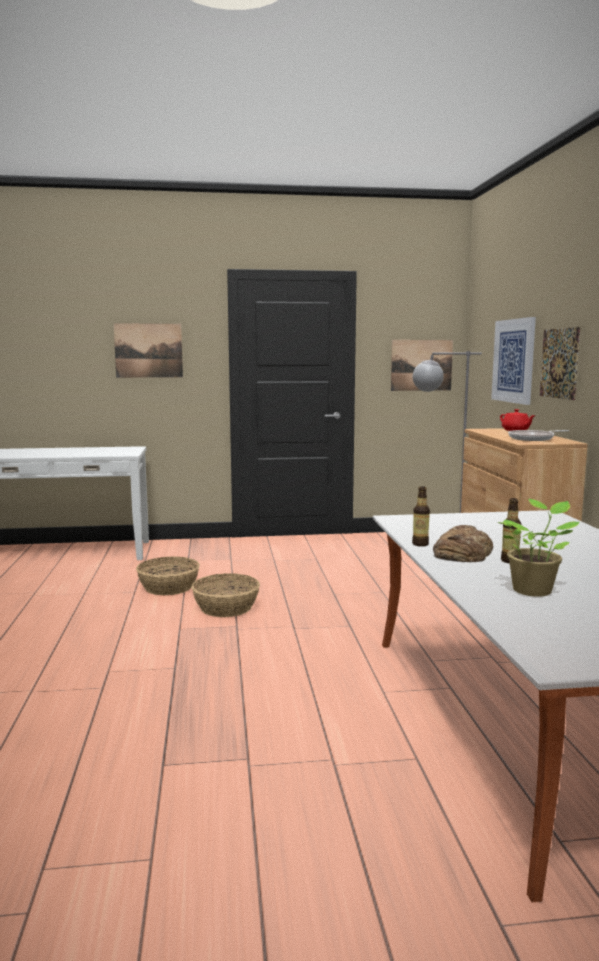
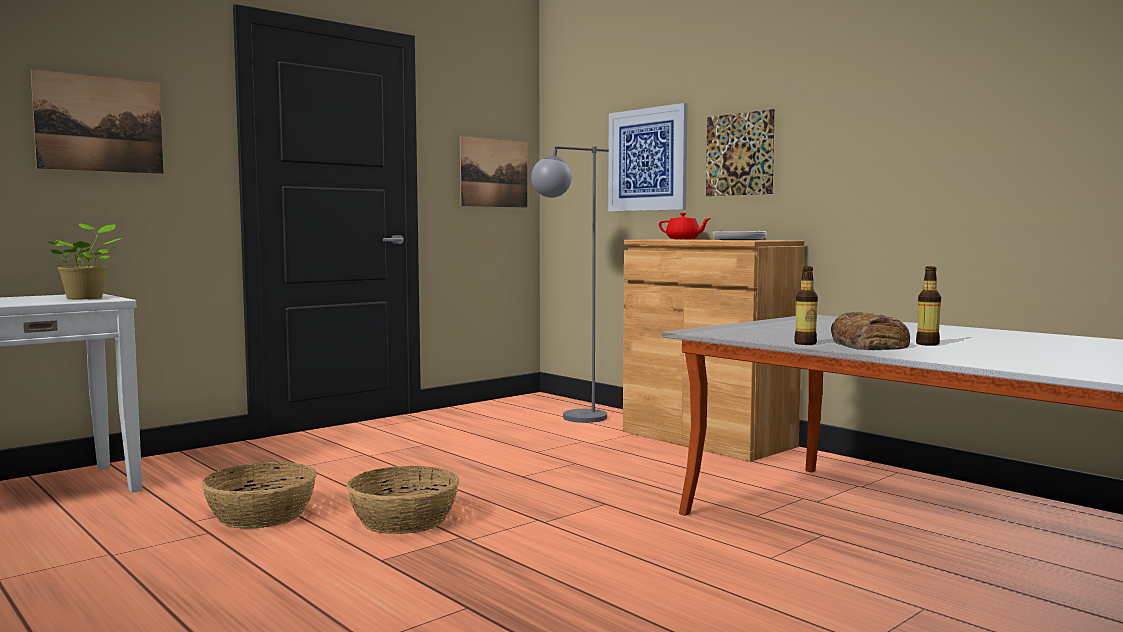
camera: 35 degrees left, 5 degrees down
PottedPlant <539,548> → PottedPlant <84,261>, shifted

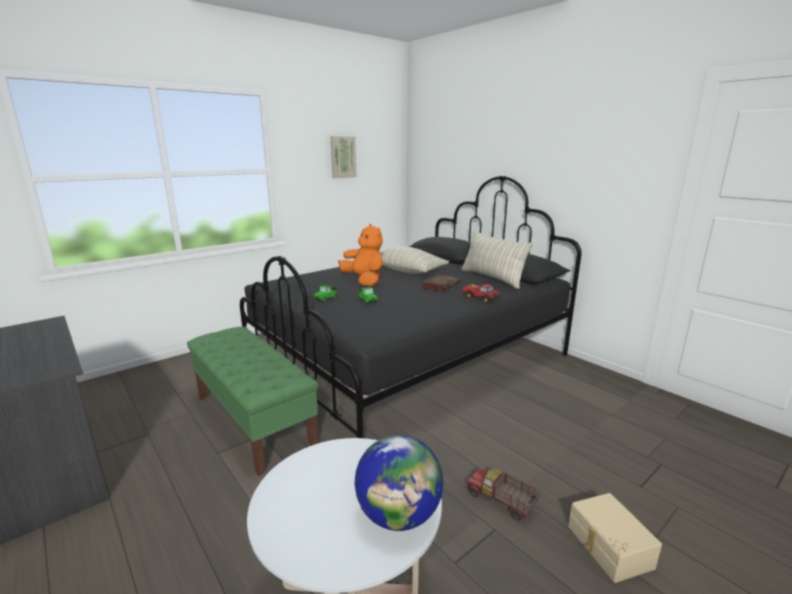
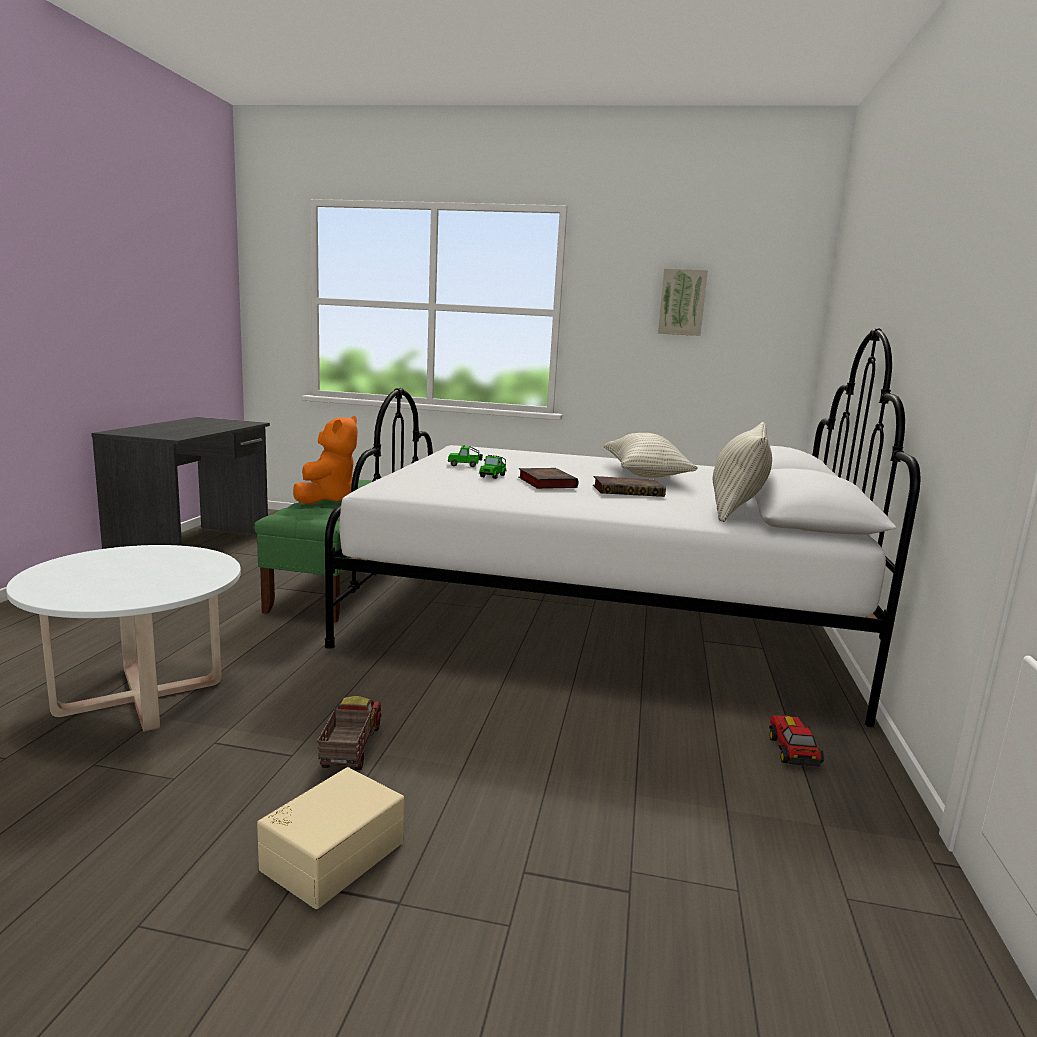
camera: 50 degrees right, 5 degrees down
BlackBed <410,307> → WhiteBed <622,527>
OrangePlushToy <360,255> → OrangePlushToy <325,460>, shifted
Globe <399,483> → -
ToyCar <481,293> → ToyCar <796,741>, shifted
- → Book <548,478>

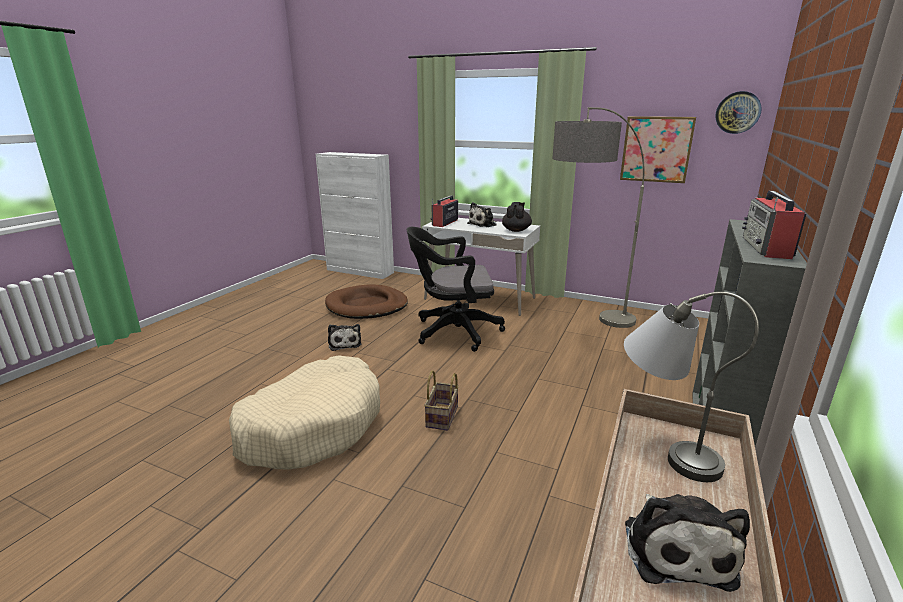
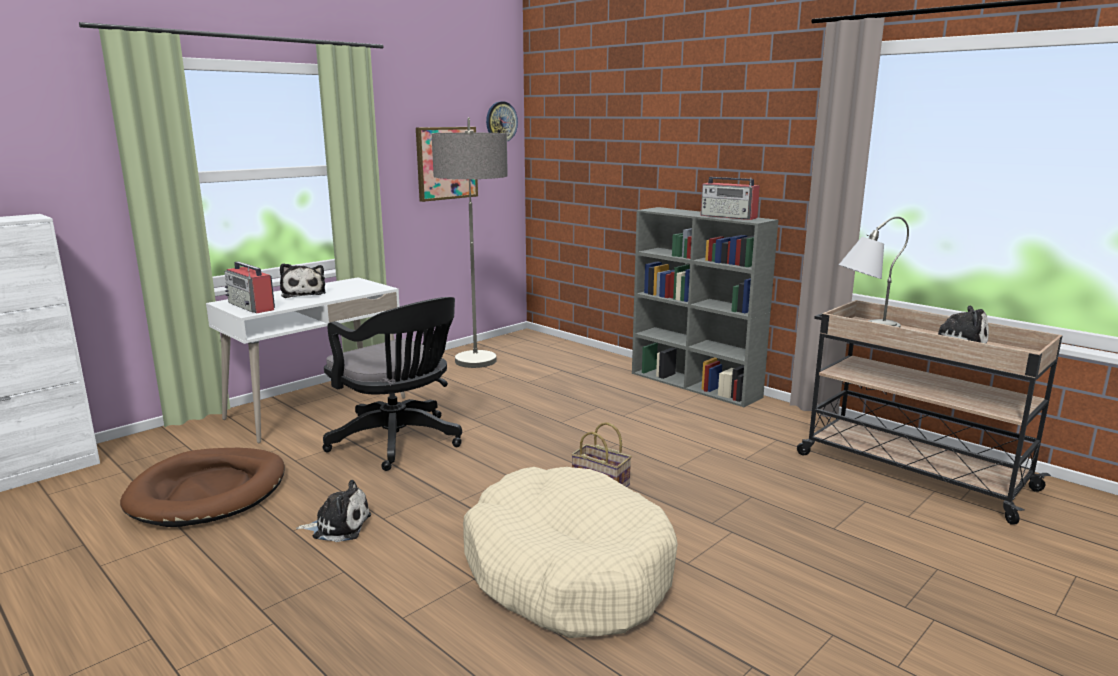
camera: 70 degrees left, 5 degrees down
BlackOfficeChair <456,289> → BlackOfficeChair <392,384>, 60 degrees counterclockwise
BlackTeapot <517,217> → -

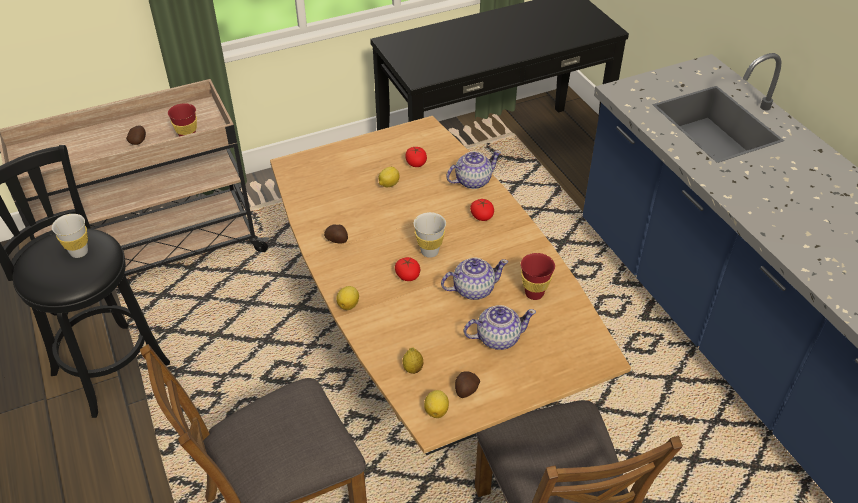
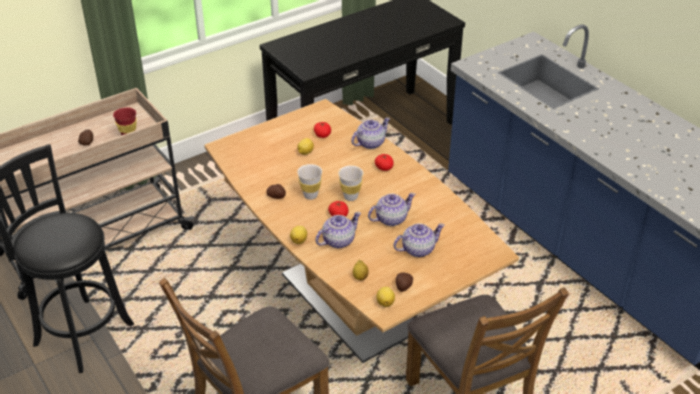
camera: 10 degrees left, 5 degrees down
WhiteCup <70,236> → WhiteCup <310,182>, shifted
RedCup <538,276> → -
- → Teapot <338,230>

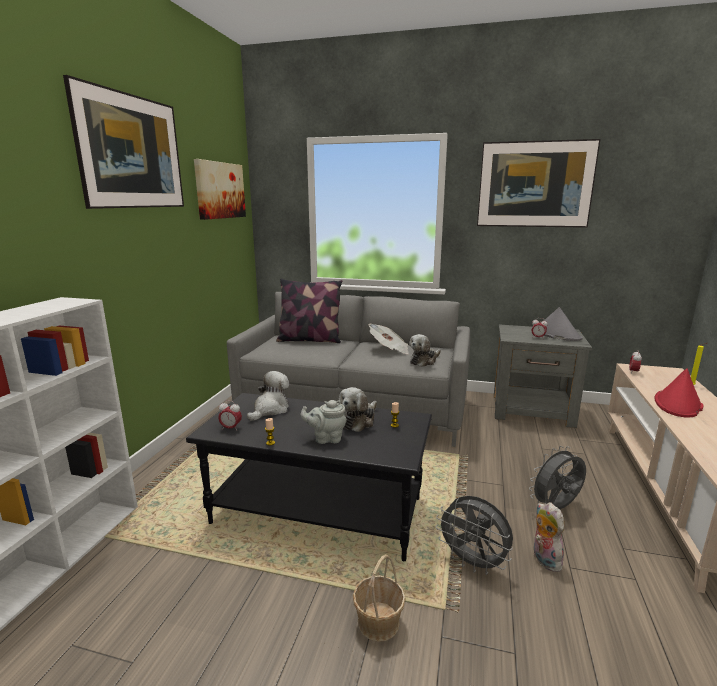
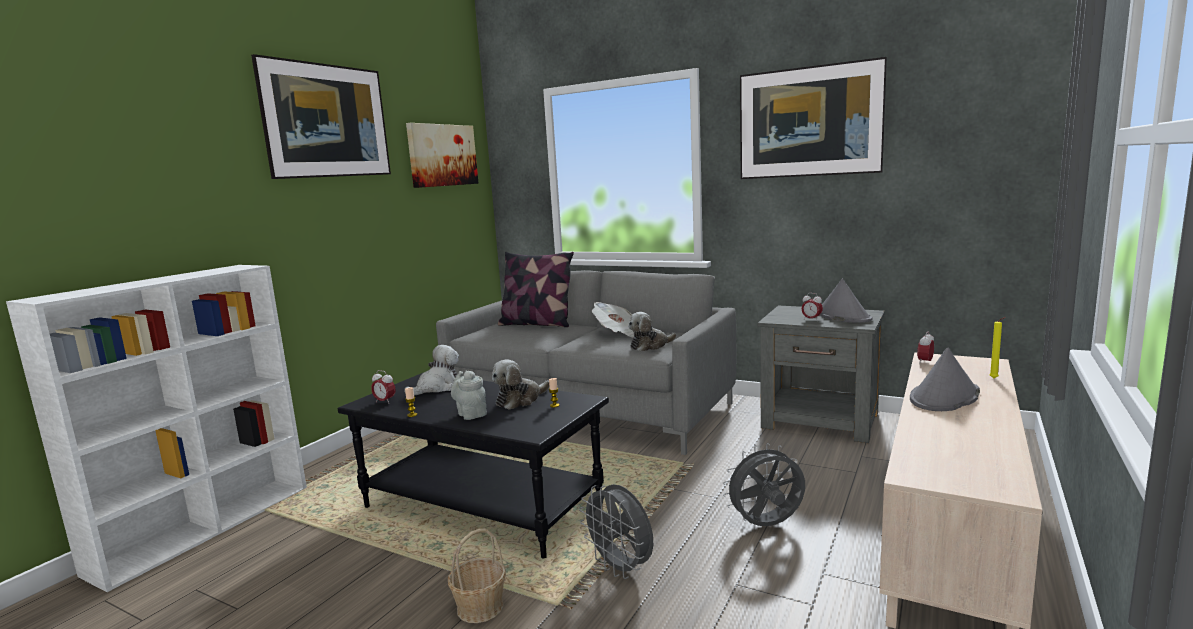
camera: 15 degrees right, 5 degrees down
GreyTeapot <323,422> → GreyTeapot <469,395>, 45 degrees clockwise
PlushToy <549,537> → -
RedHat <678,392> → GreyHat <945,379>

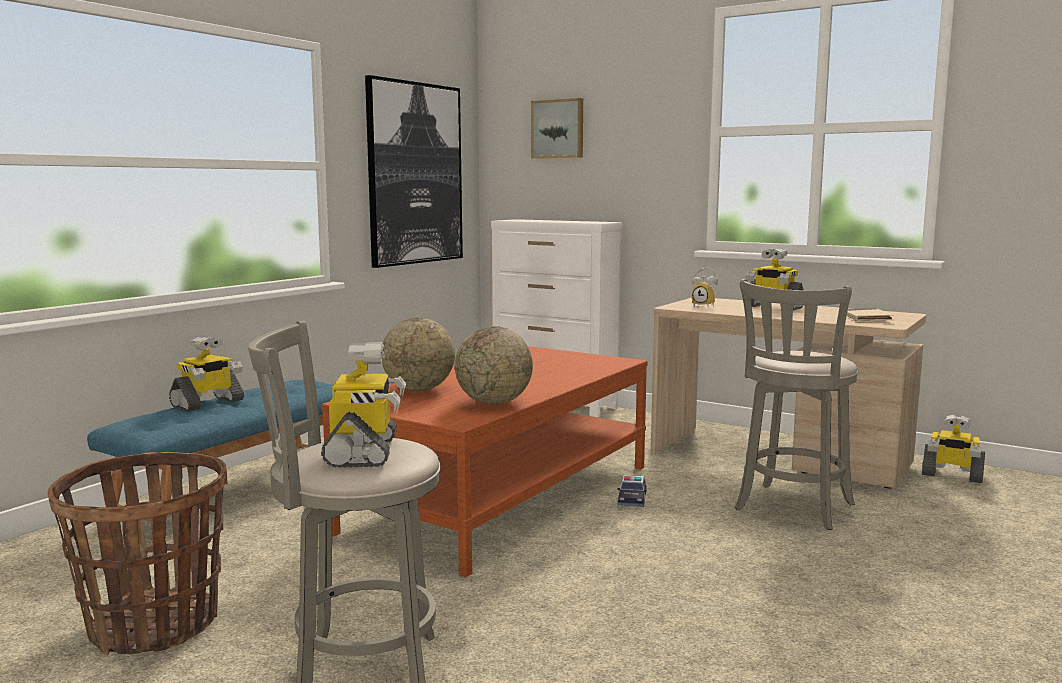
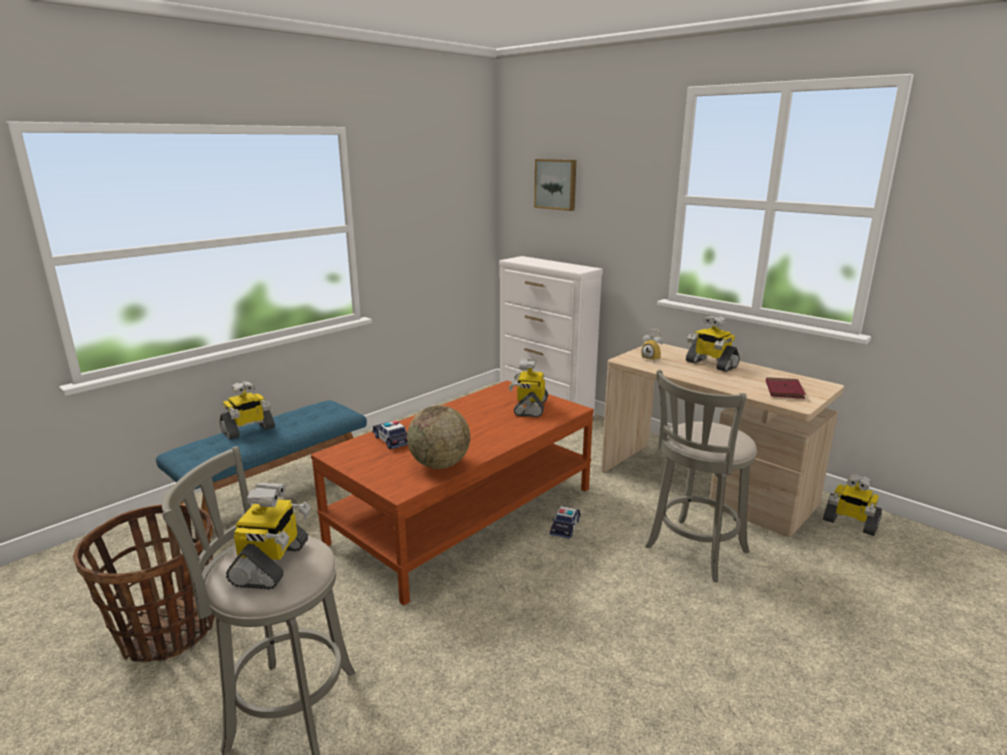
camera: 10 degrees right, 10 degrees up
Picture <414,171> → -
Globe <418,354> → ToyCar <390,434>
BeigeBook <870,314> → RedBook <785,388>
- → ToyRobot <528,388>

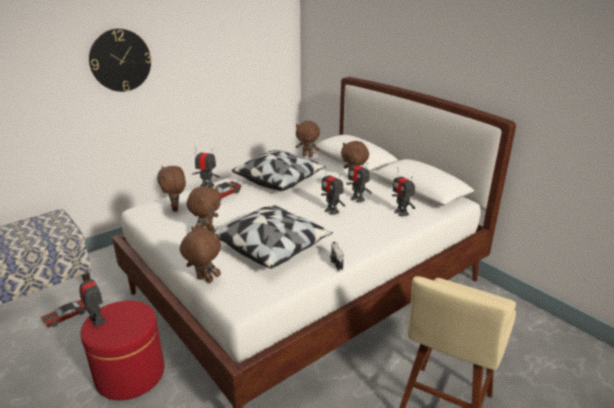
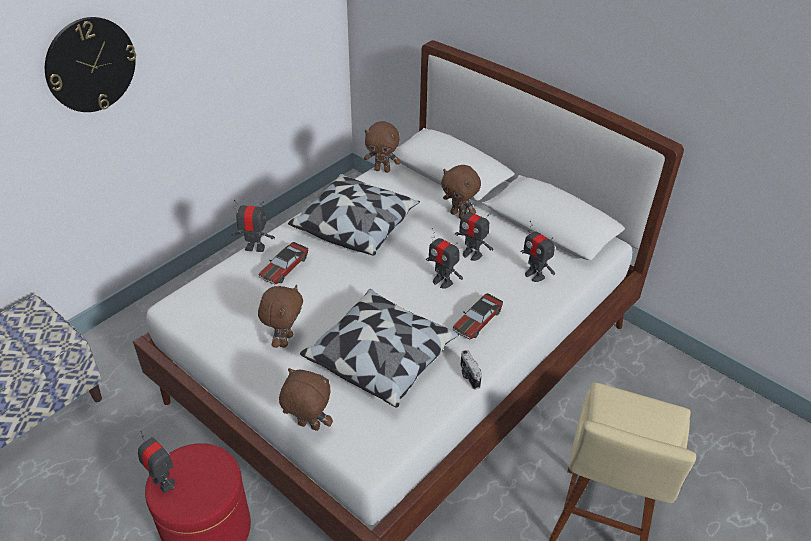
camera: 10 degrees left, 15 degrees up
ToyCar <63,313> → ToyCar <478,316>, shifted
BrownPlushToy <171,189> → -

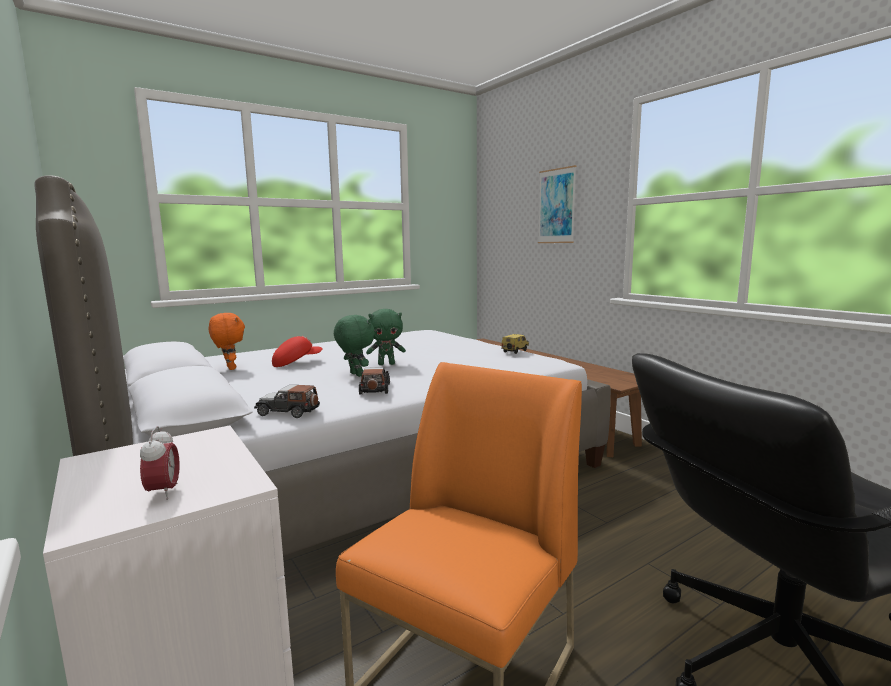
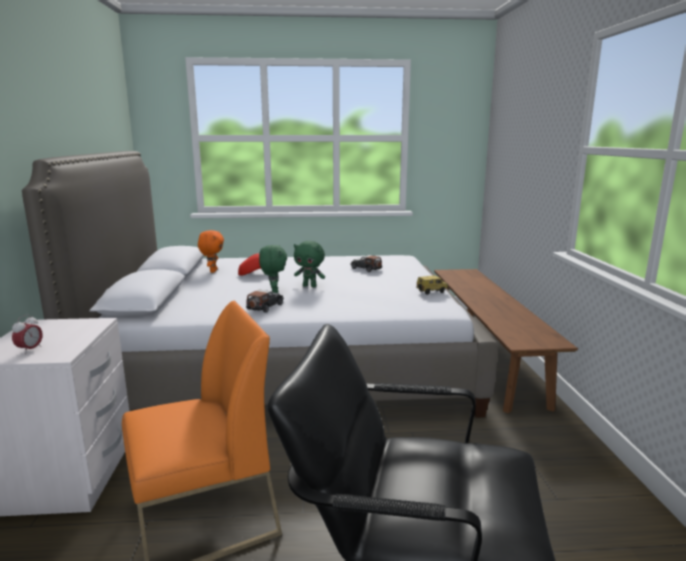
camera: 30 degrees right, 5 degrees up
ToyCar <287,401> → ToyCar <366,263>, shifted
Picture <557,204> → -

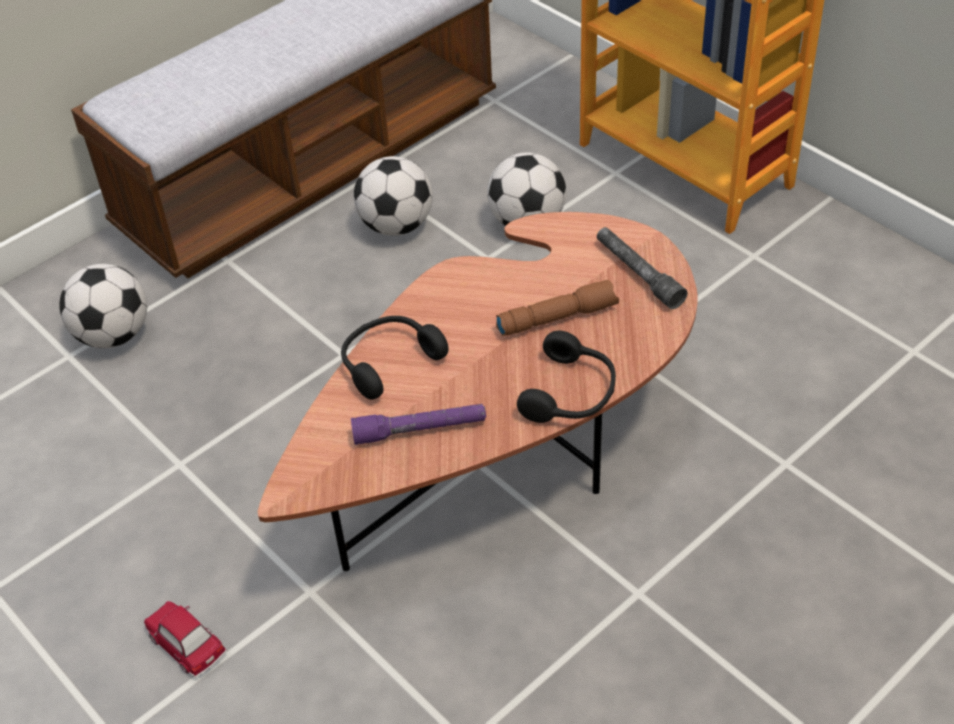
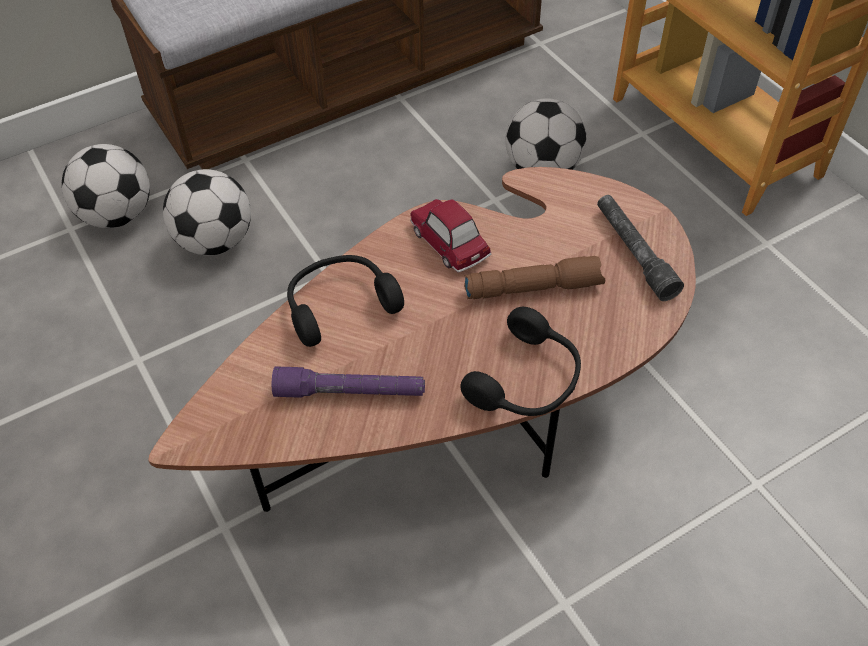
camera: 10 degrees right, 5 degrees up
ToyCar <185,639> → ToyCar <450,236>, shifted
Football <393,196> → Football <207,212>, shifted

